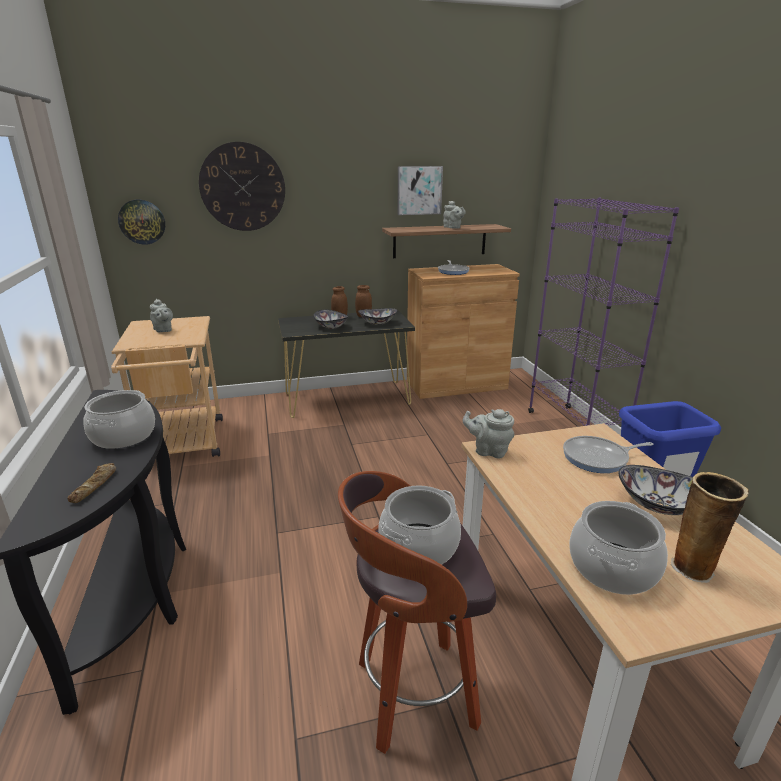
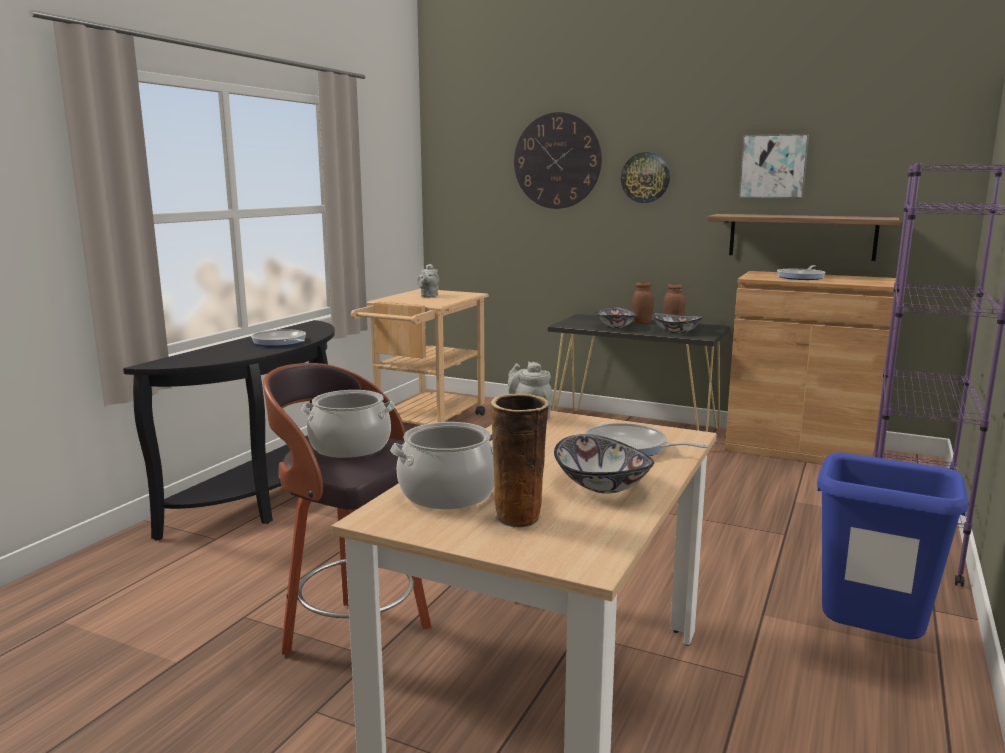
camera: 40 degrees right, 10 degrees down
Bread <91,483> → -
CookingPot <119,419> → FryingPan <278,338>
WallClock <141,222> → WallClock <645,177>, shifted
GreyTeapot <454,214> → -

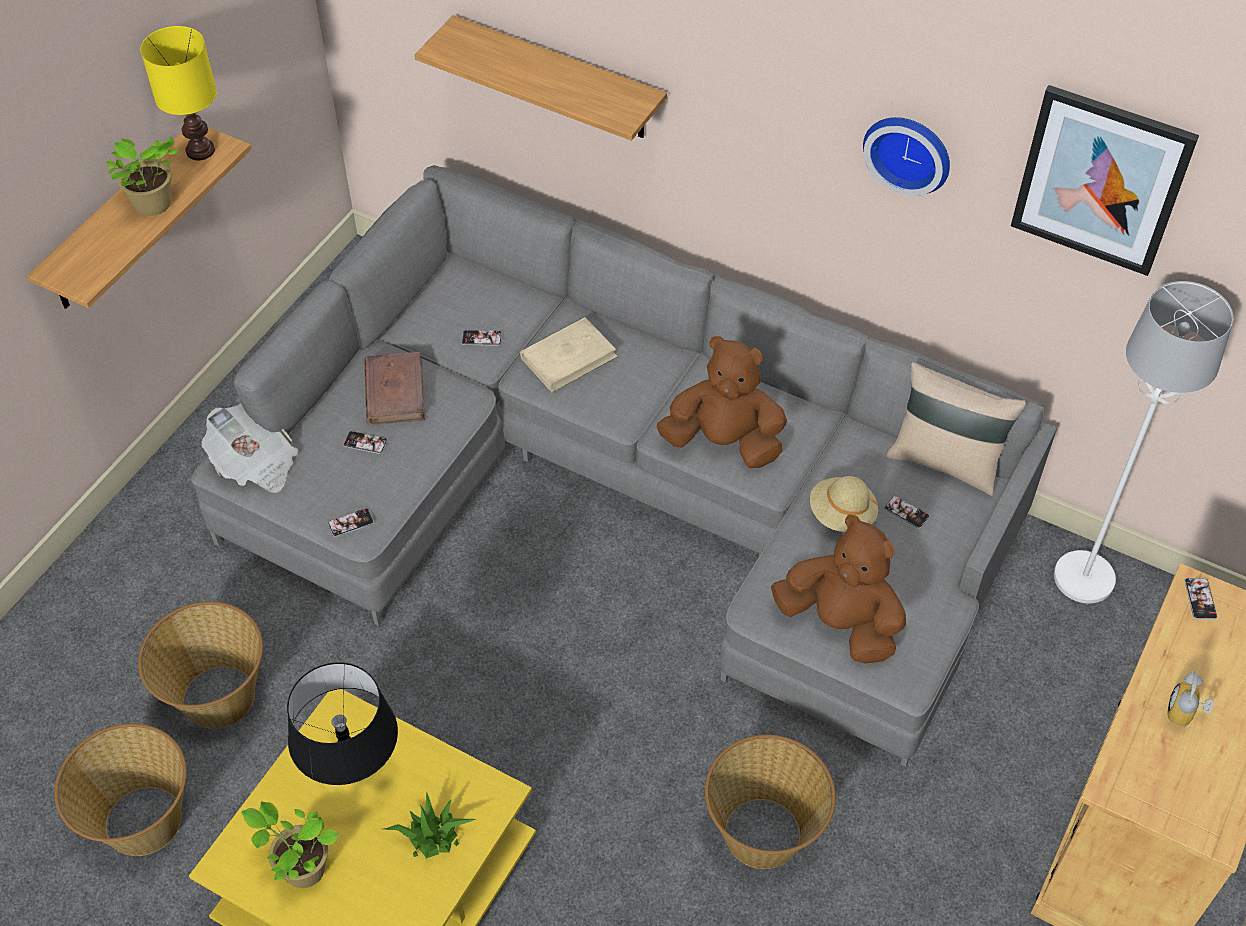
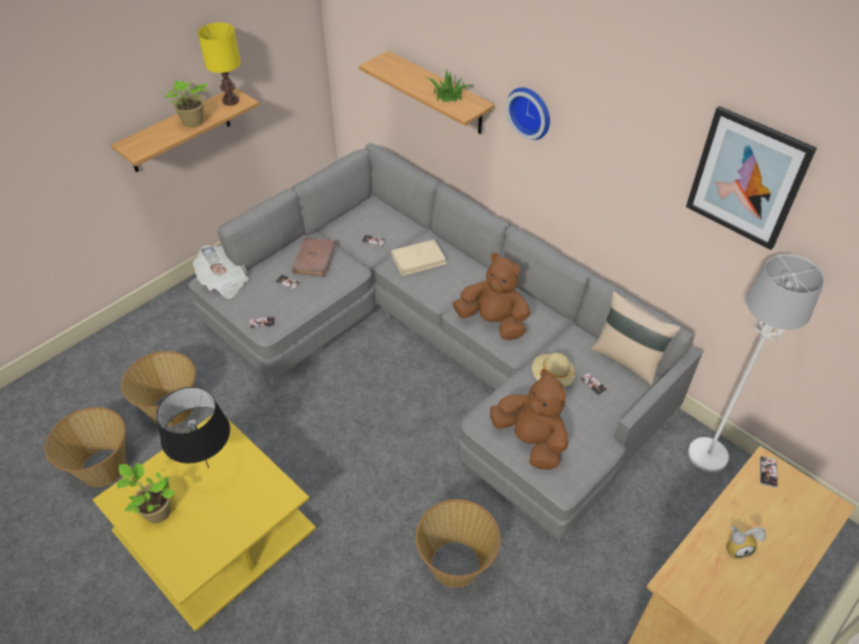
camera: 15 degrees right, 5 degrees down
PottedPlant <429,825> → PottedPlant <448,85>, shifted
WallClock <906,156> → WallClock <528,114>, shifted
AlarmClock <1191,700> → AlarmClock <746,542>, 135 degrees counterclockwise

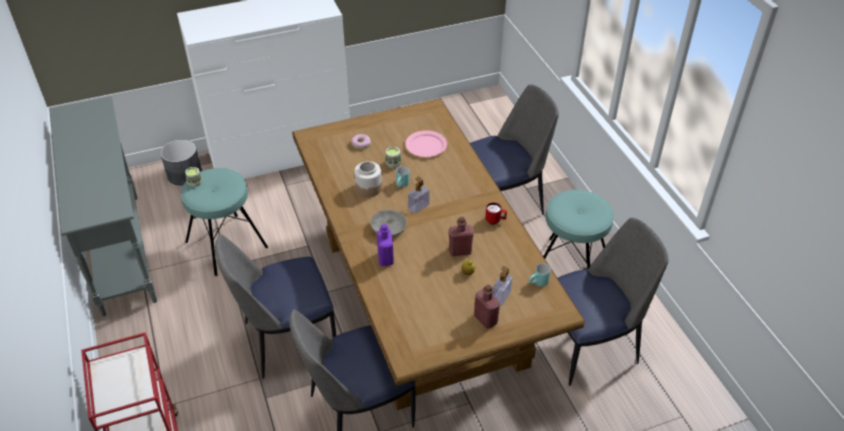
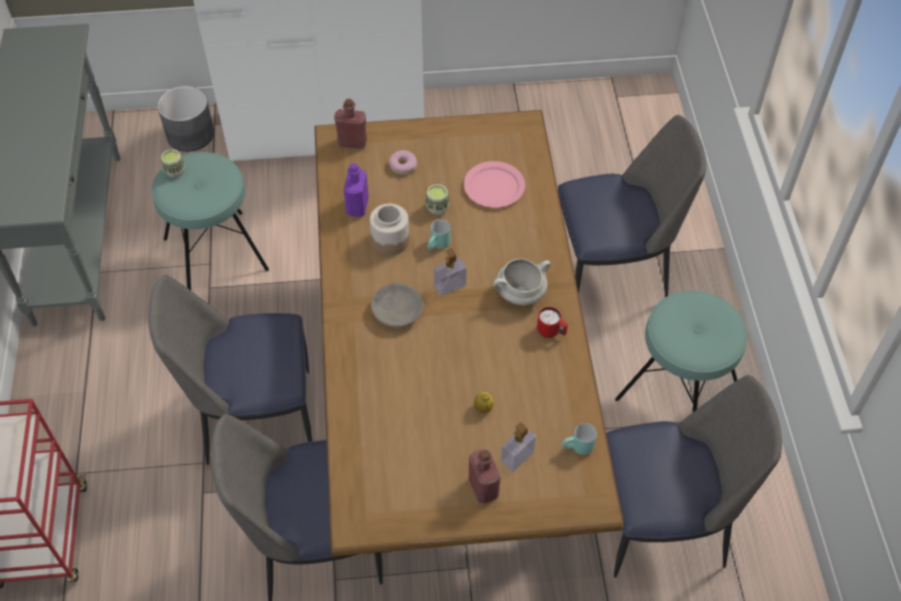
camera: 15 degrees right, 10 degrees up
PurpleBottle <385,245> → PurpleBottle <356,190>, shifted
RedBottle <461,236> → RedBottle <350,124>, shifted
- → WhiteCookingPot <522,282>

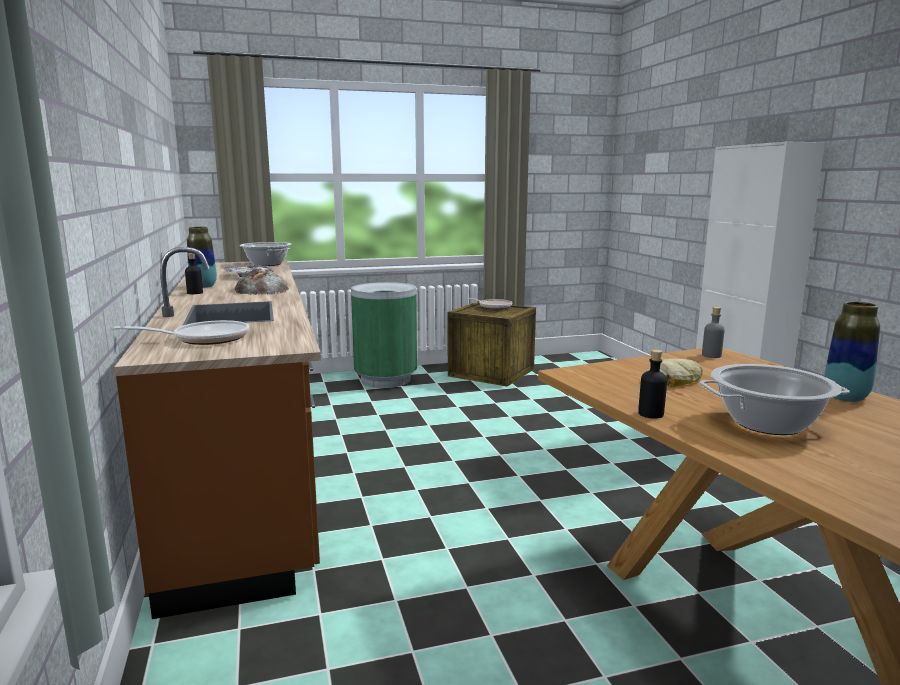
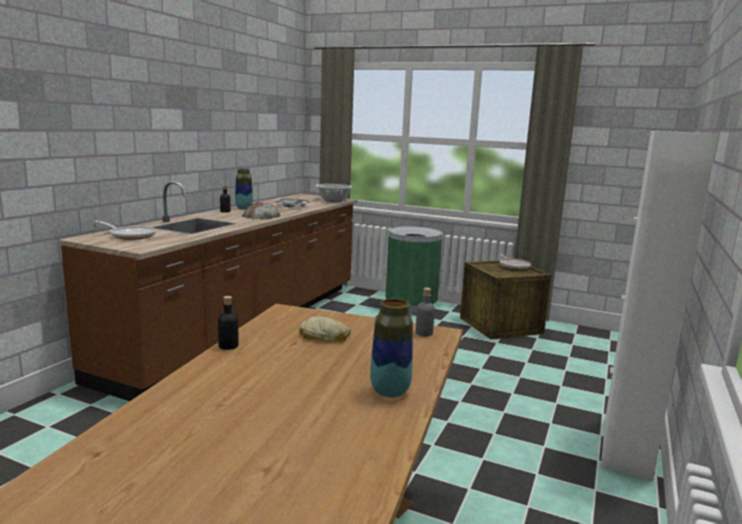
camera: 40 degrees right, 0 degrees up
CookingPot <774,399> → -

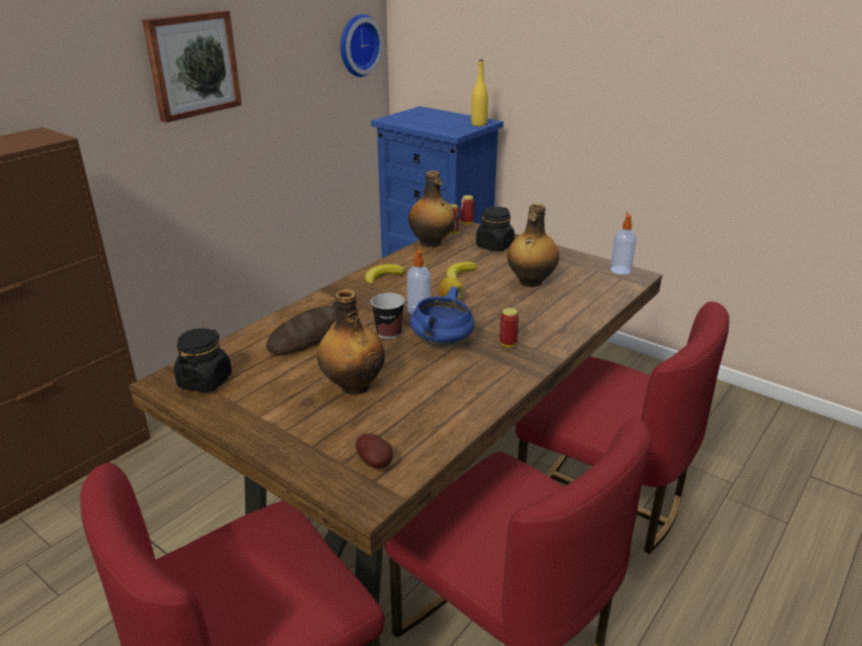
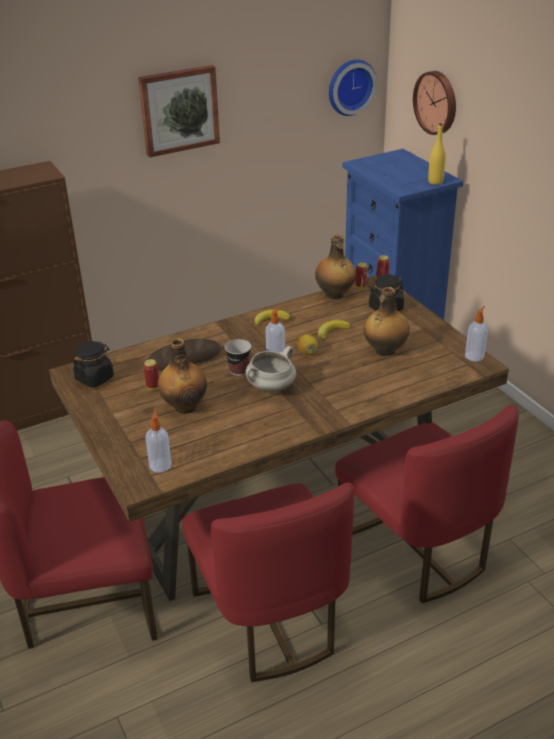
camera: 25 degrees right, 5 degrees up
Potato <374,451> → SoapDispenser <159,441>
BlueCookingPot <442,317> → WhiteCookingPot <270,369>
Can <509,327> → Can <151,374>, shifted
- → WallClock <434,103>

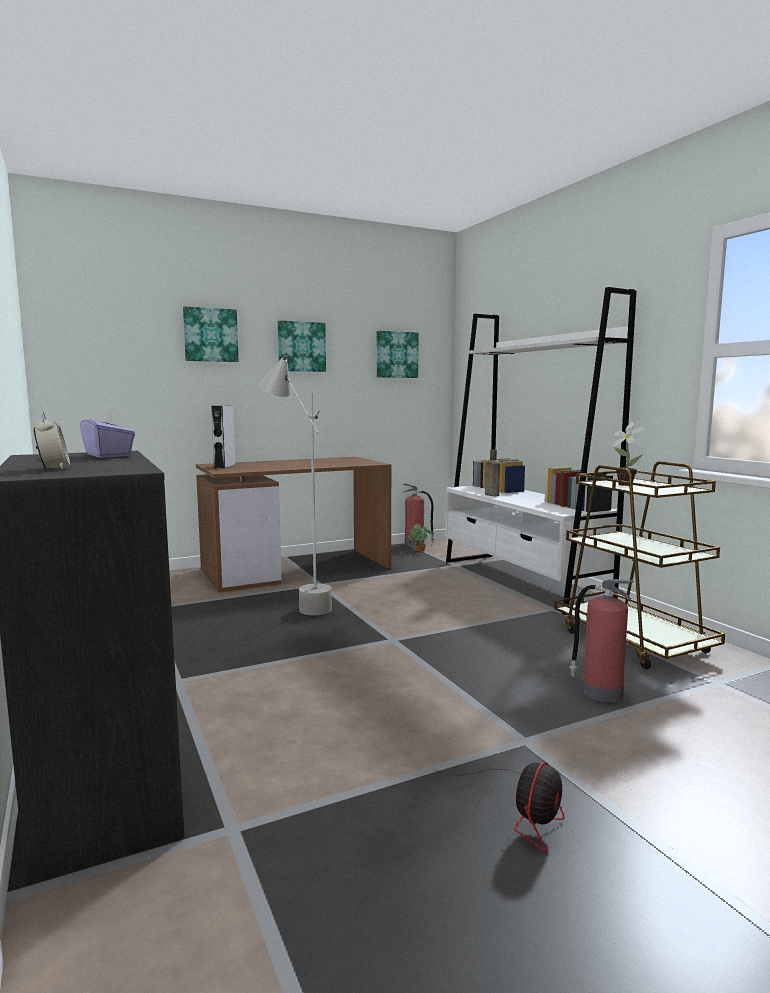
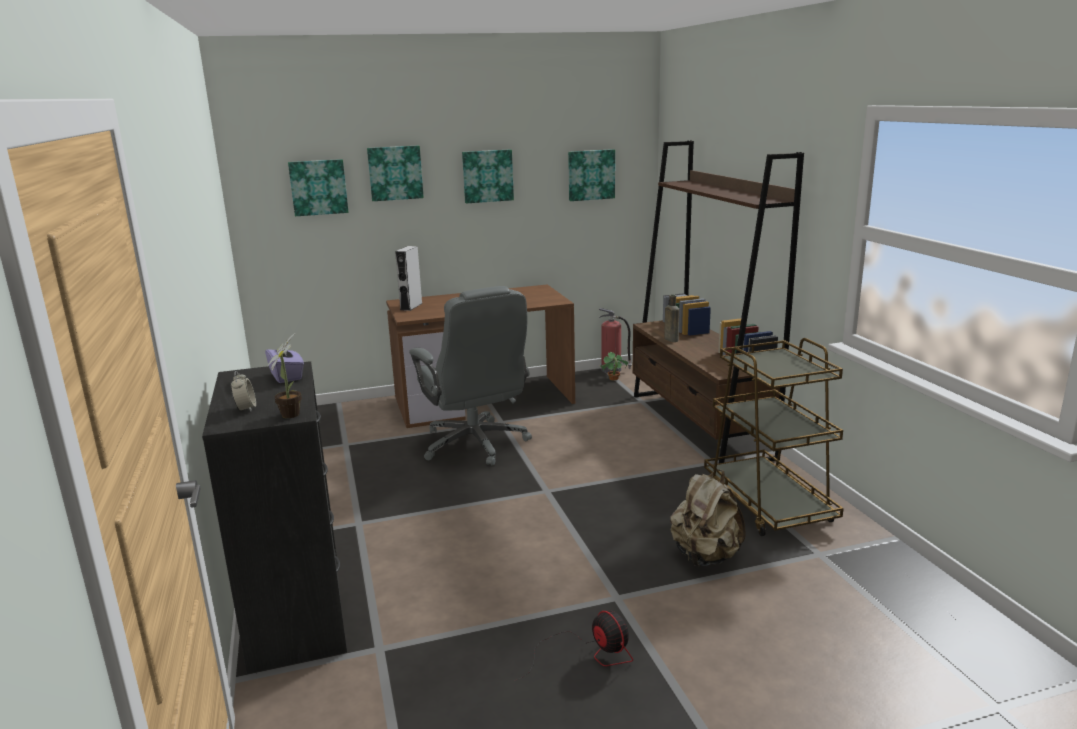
camera: 10 degrees right, 10 degrees up
GreyFloorLamp <296,485> → GreyOfficeChair <470,376>
Fan <499,807> → Fan <574,646>, 75 degrees counterclockwise
WhiteBookcase <540,451> → BrownBookcase <718,301>
FireExtinguisher <601,640> → BeigeBackpack <707,518>
PottedPlant <628,454> → PottedPlant <284,375>, shifted
- → Picture <318,187>

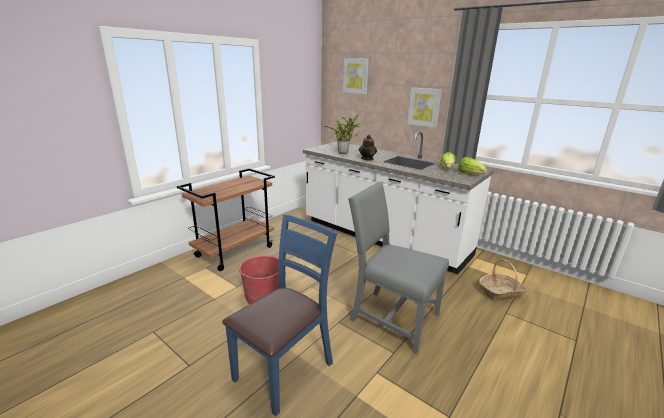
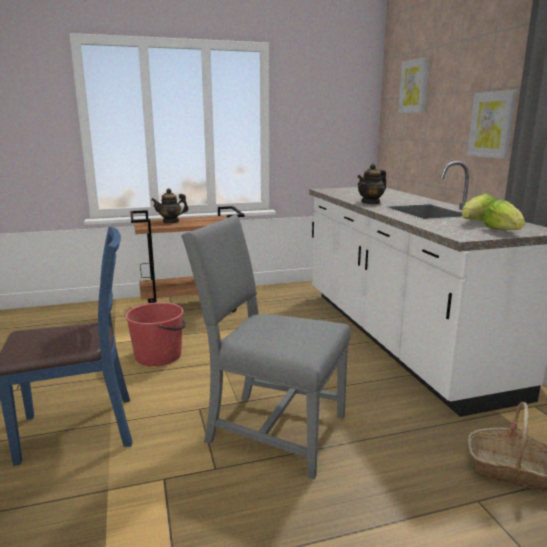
camera: 35 degrees right, 5 degrees down
PottedPlant <342,134> → -
GreyChair <398,268> → GreyChair <266,347>, 45 degrees counterclockwise
- → Teapot <170,205>

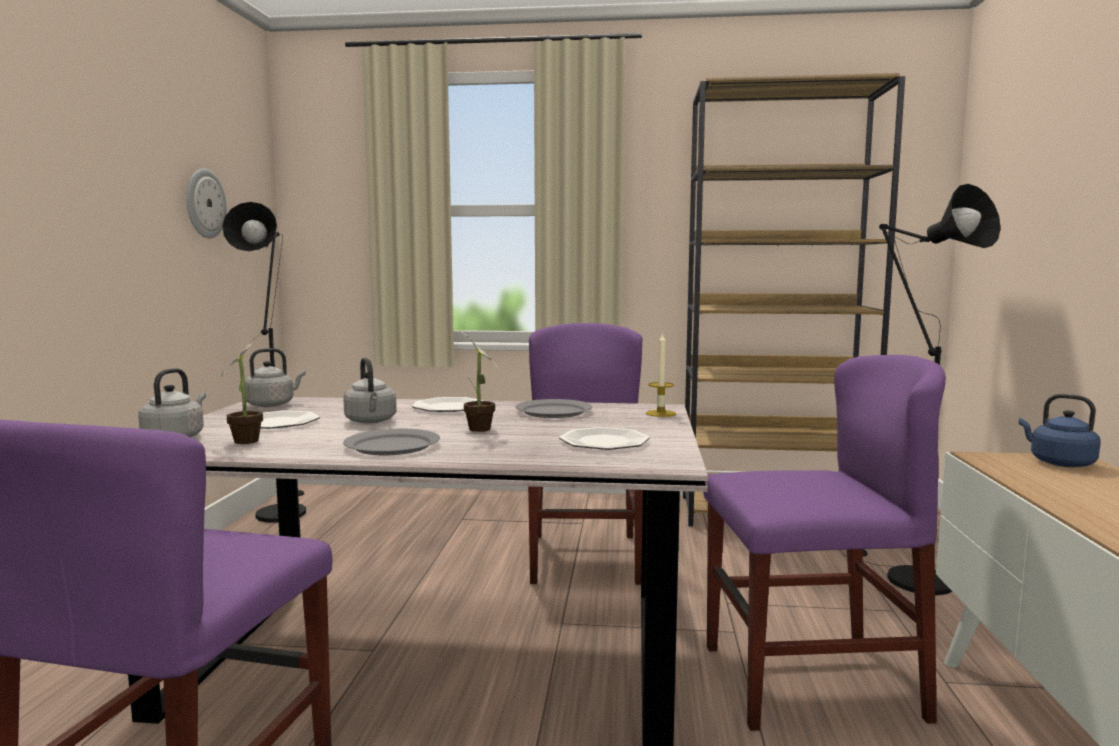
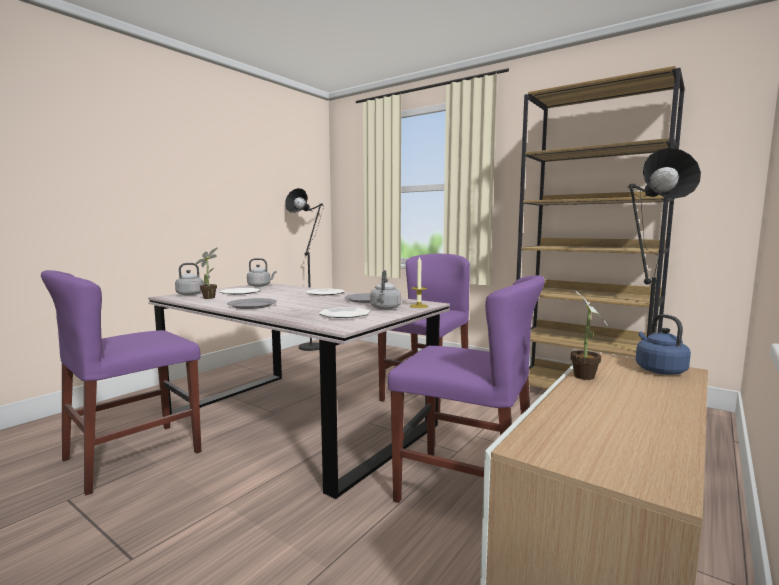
camera: 30 degrees right, 0 degrees up
WallClock <206,203> → -
GreyKettle <370,390> → GreyKettle <385,290>, shifted
PottedPlant <480,381> → PottedPlant <589,334>, shifted

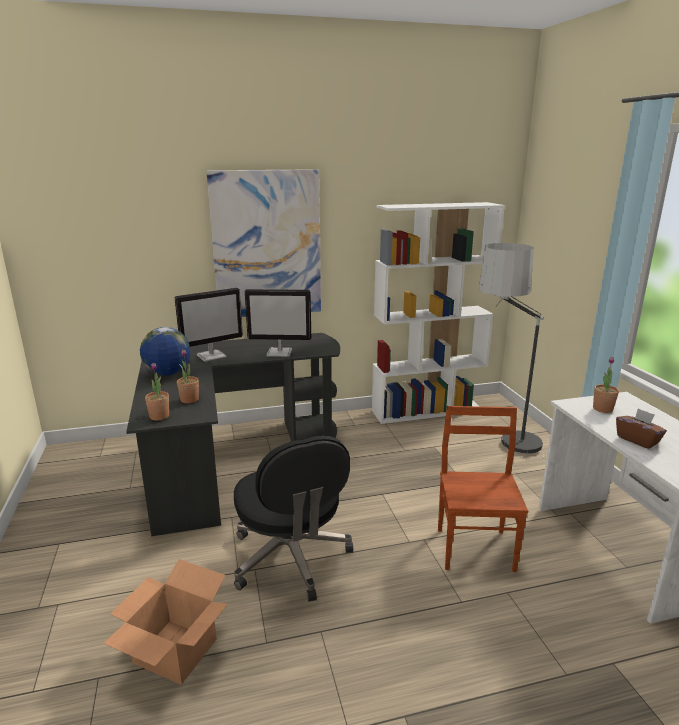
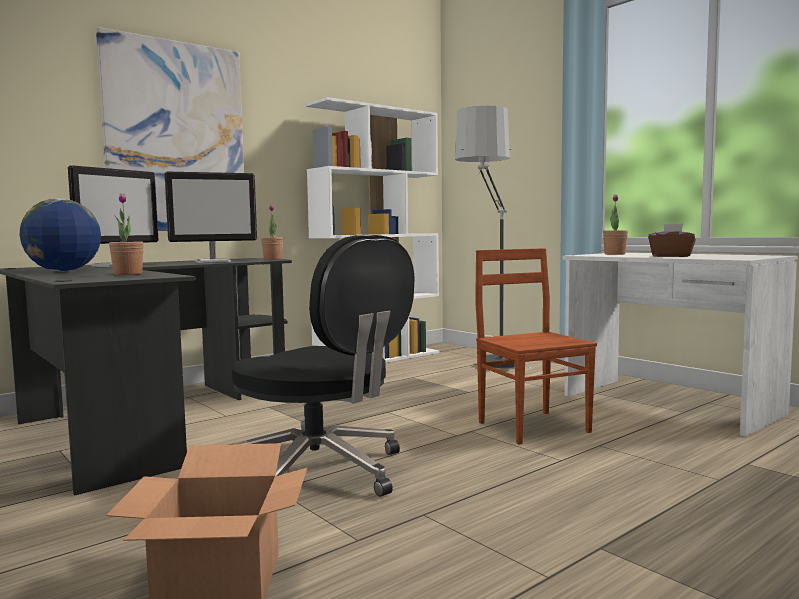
camera: 25 degrees left, 15 degrees down
PottedPlant <157,391> → PottedPlant <272,232>, shifted

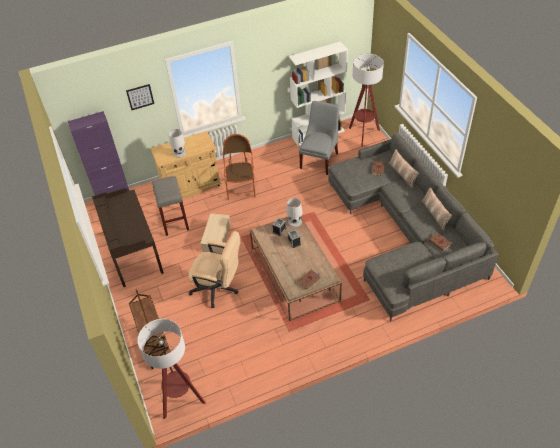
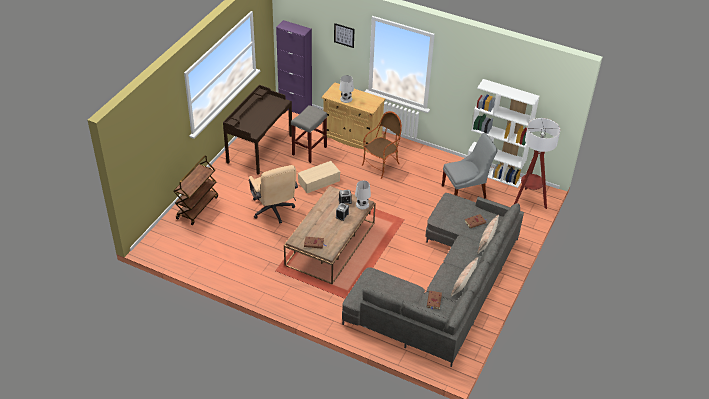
camera: 45 degrees right, 5 degrees down
FloorLamp <171,369> → -

